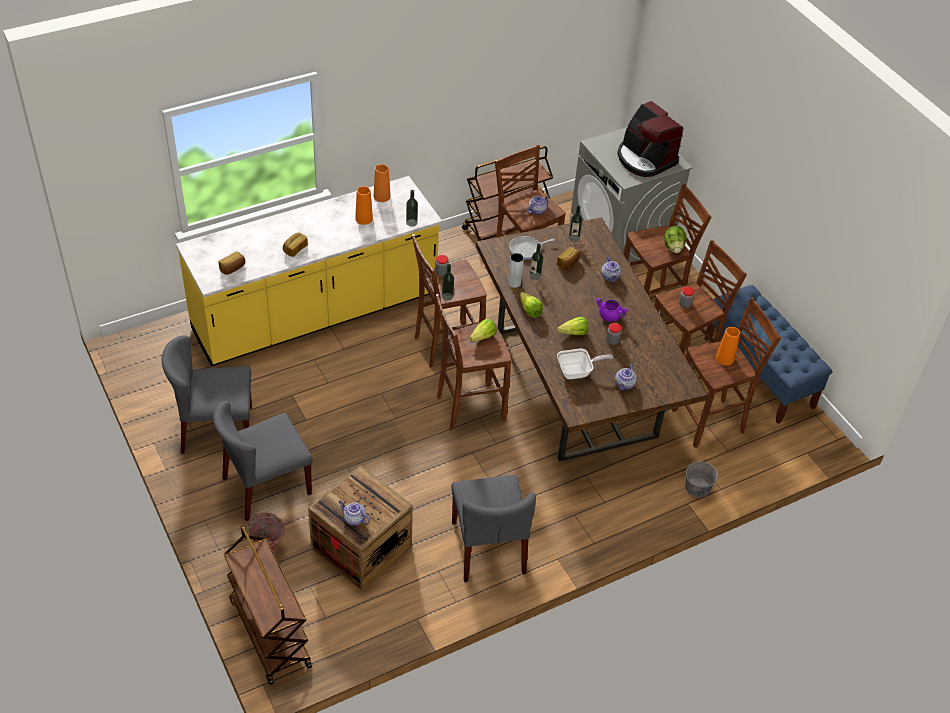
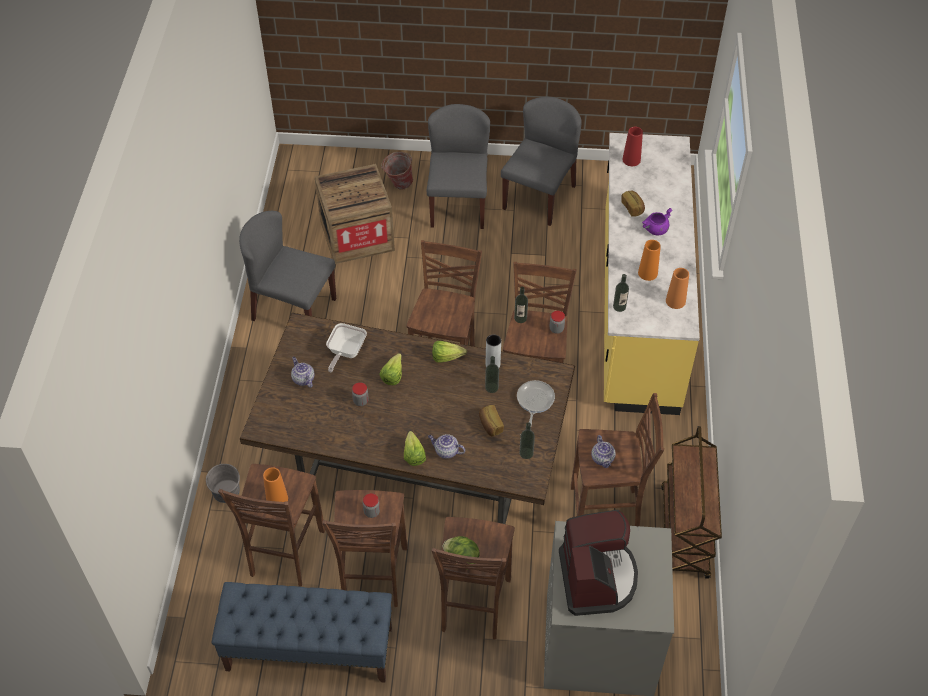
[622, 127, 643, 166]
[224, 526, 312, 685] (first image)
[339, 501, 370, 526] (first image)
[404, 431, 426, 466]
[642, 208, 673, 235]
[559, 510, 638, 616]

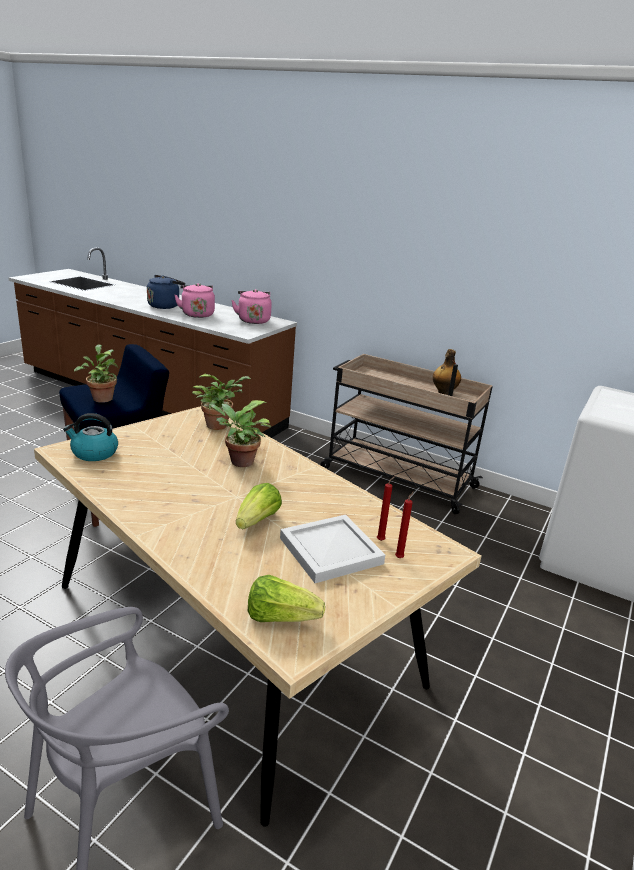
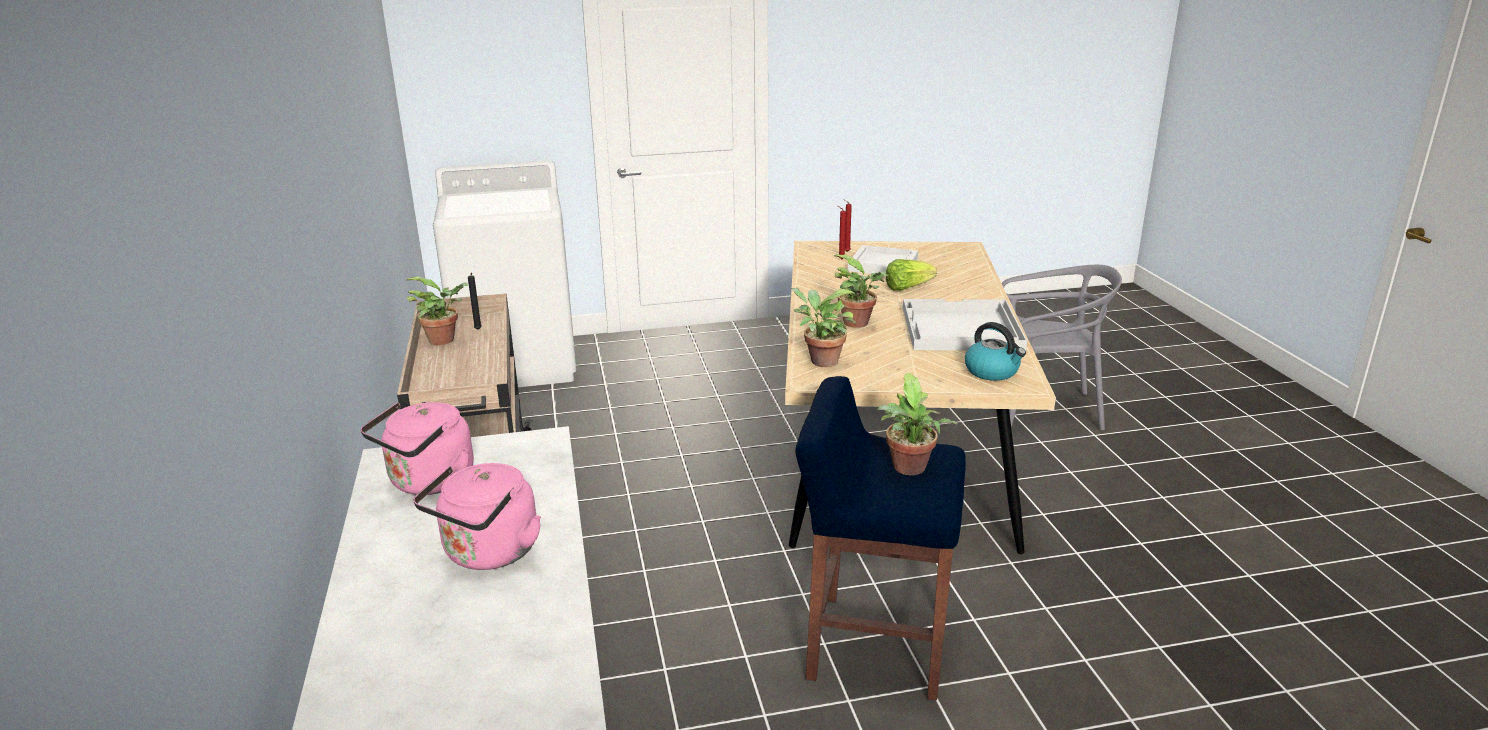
[147, 275, 185, 309] (first image)
[248, 575, 325, 622] (first image)
[405, 276, 468, 345]
[903, 299, 1027, 351]

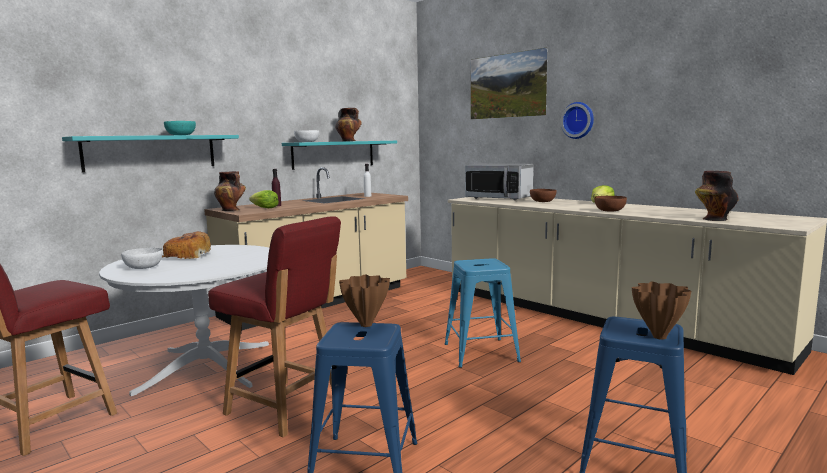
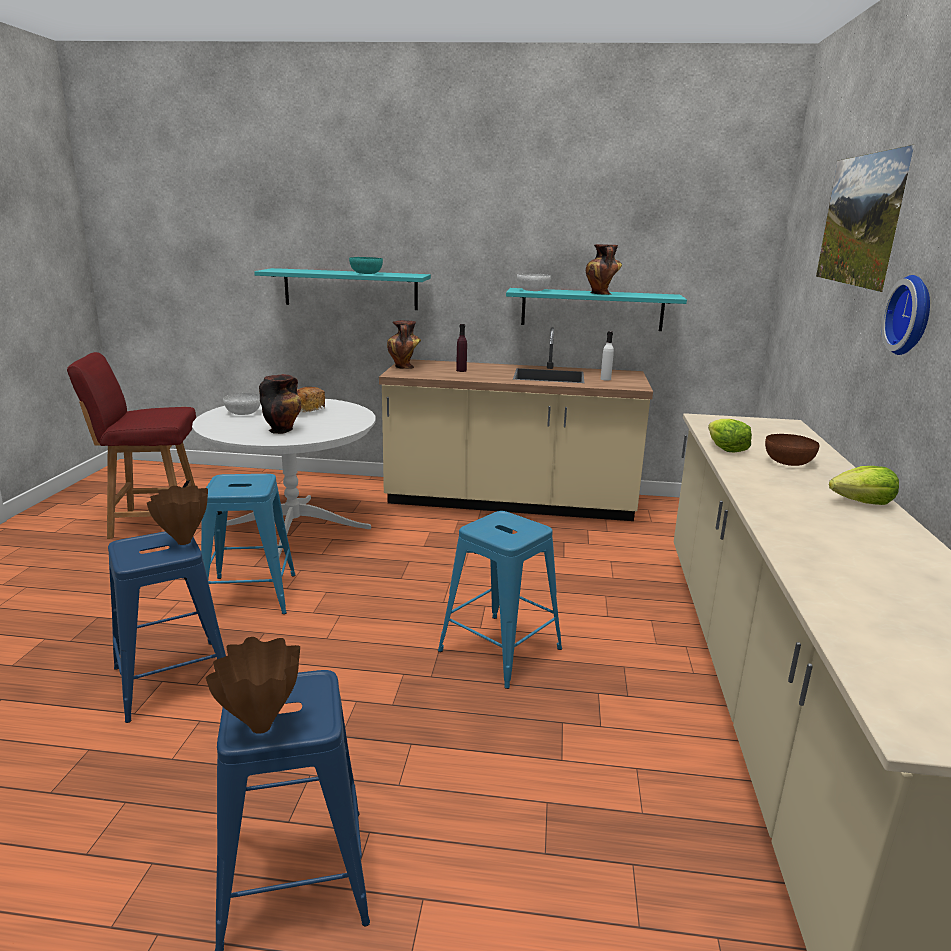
[201, 474, 296, 614]
[708, 419, 752, 453]
[465, 164, 534, 200] (first image)
[595, 196, 627, 211] (first image)
[259, 374, 302, 434]

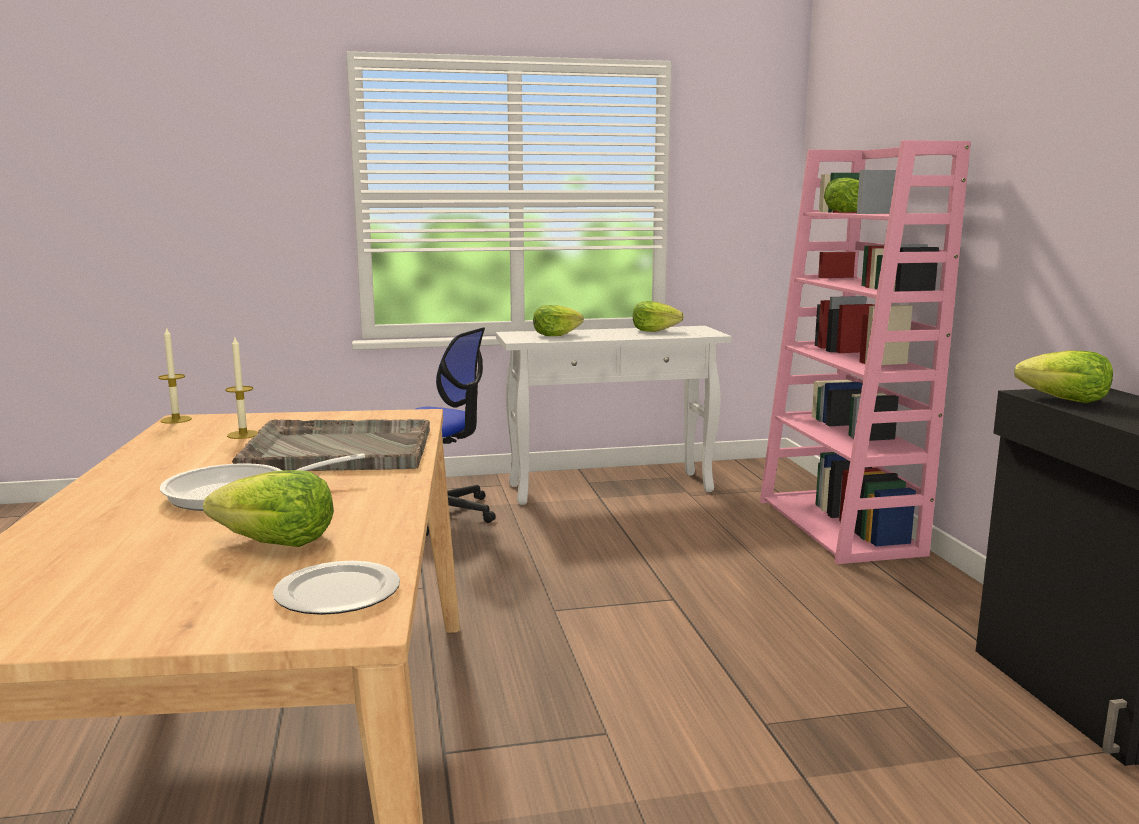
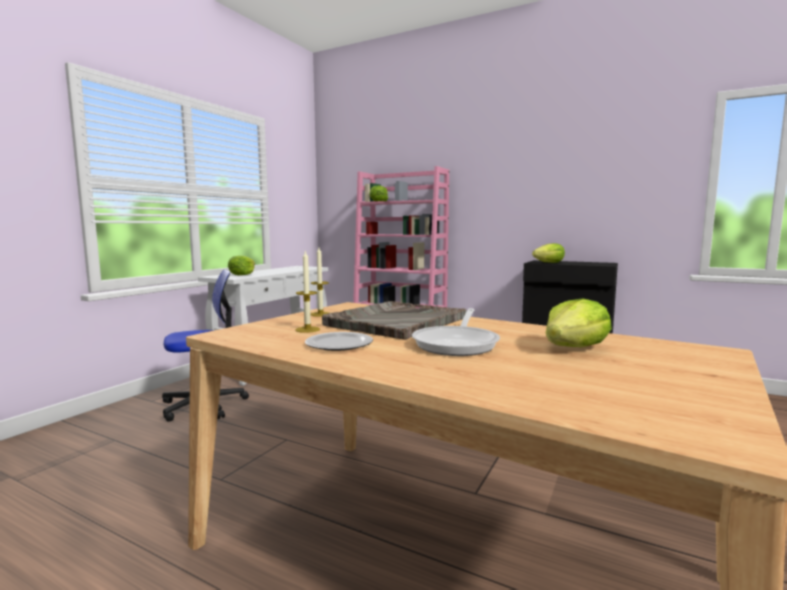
[310, 248, 329, 317]
[305, 332, 373, 351]
[633, 301, 684, 332] (first image)

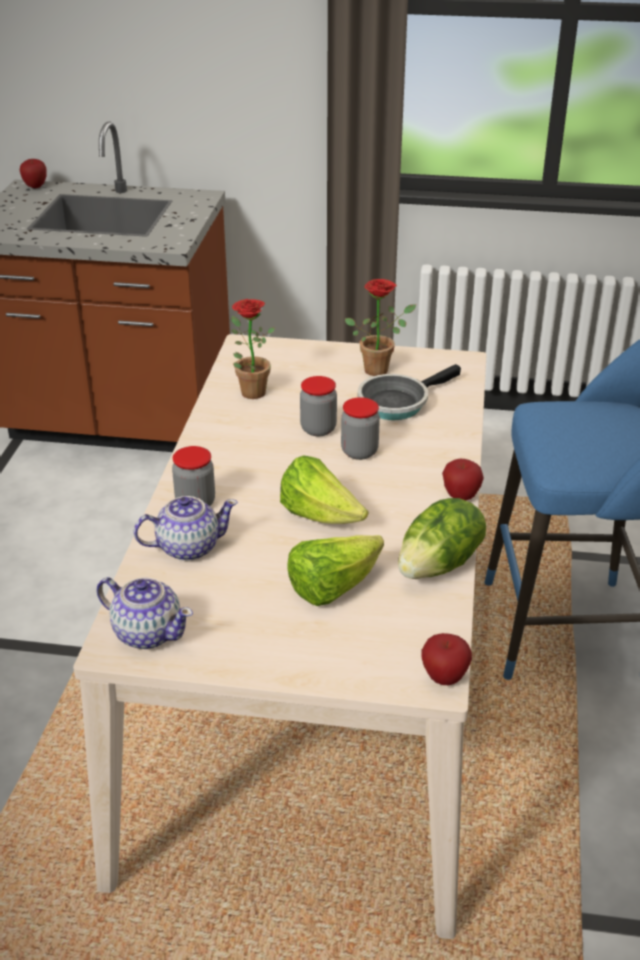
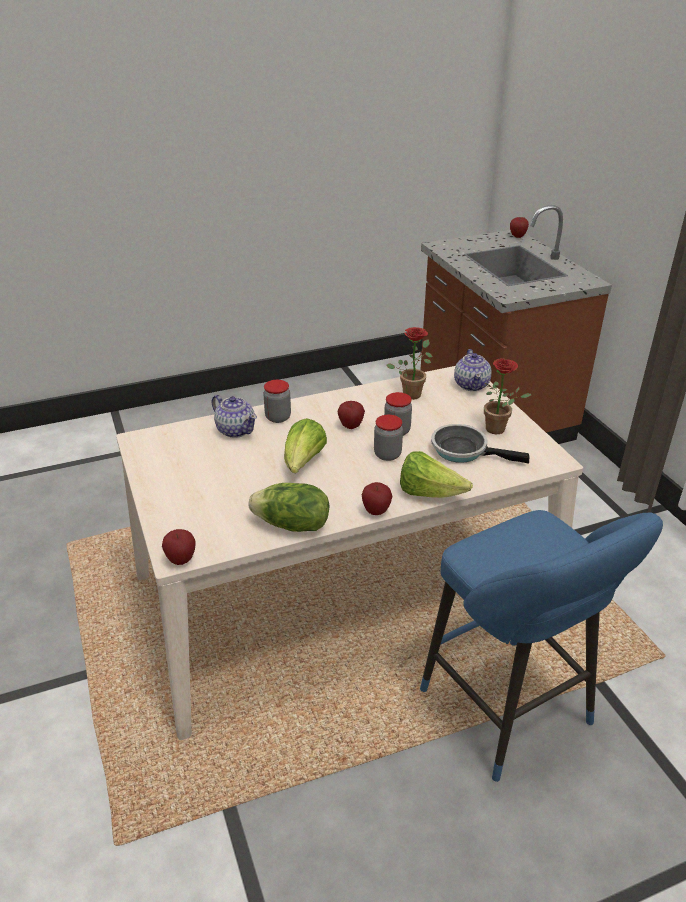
[454, 349, 491, 391]
[400, 451, 473, 498]
[338, 401, 365, 429]

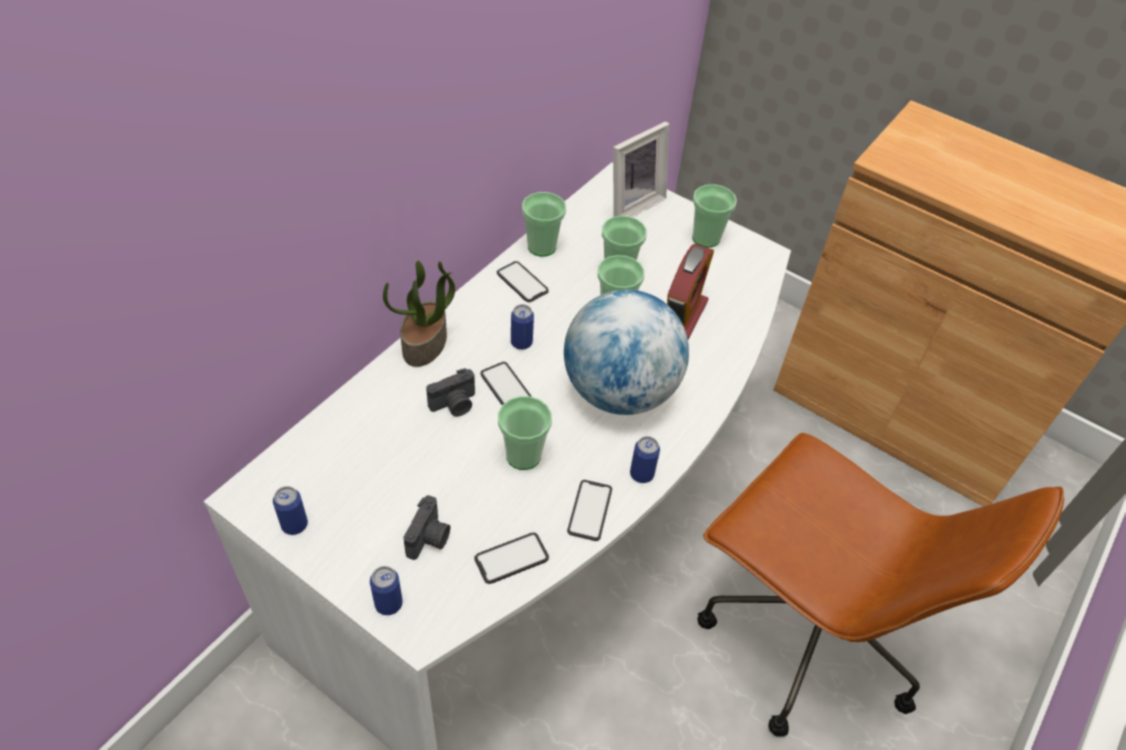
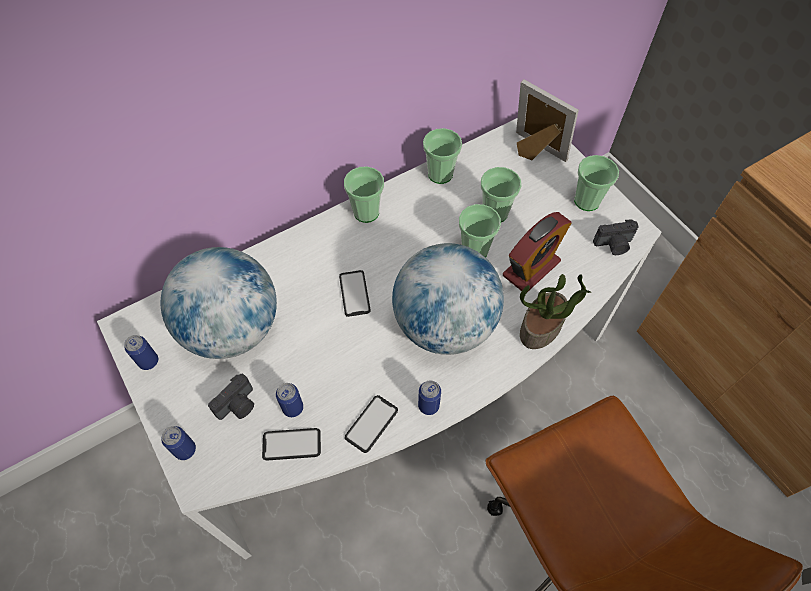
[520, 274, 591, 349]
[593, 220, 639, 255]
[497, 261, 549, 302] (first image)
[344, 167, 384, 223]
[276, 383, 303, 417]
[516, 79, 579, 162]
[161, 247, 277, 359]

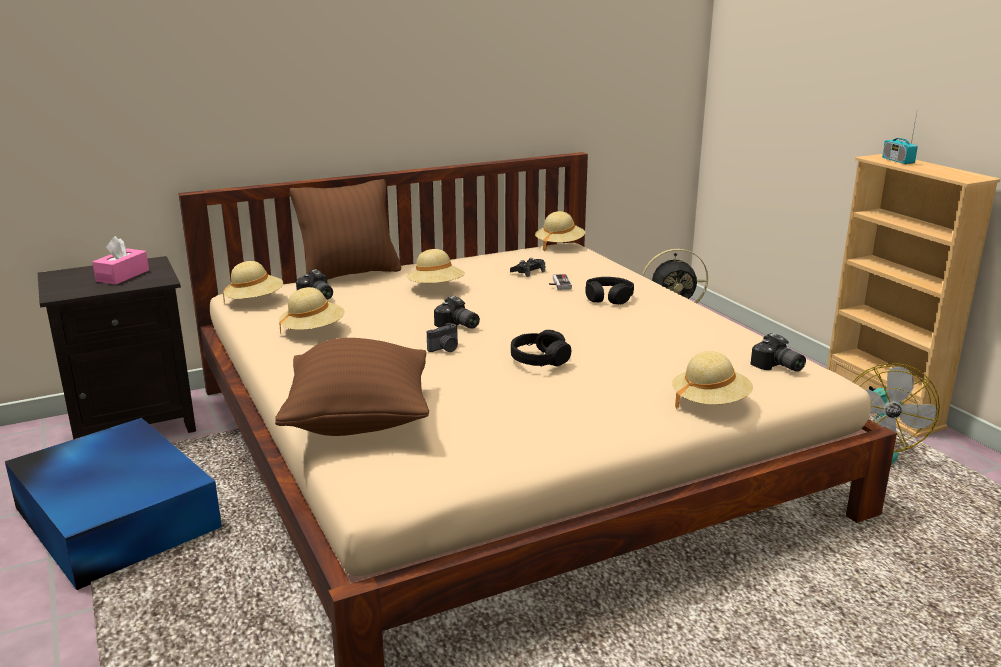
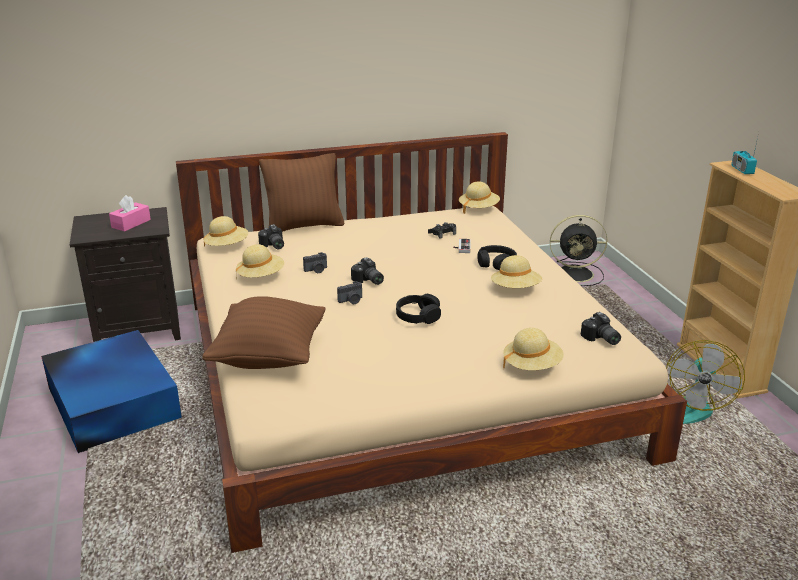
[491, 255, 542, 288]
[303, 252, 327, 273]

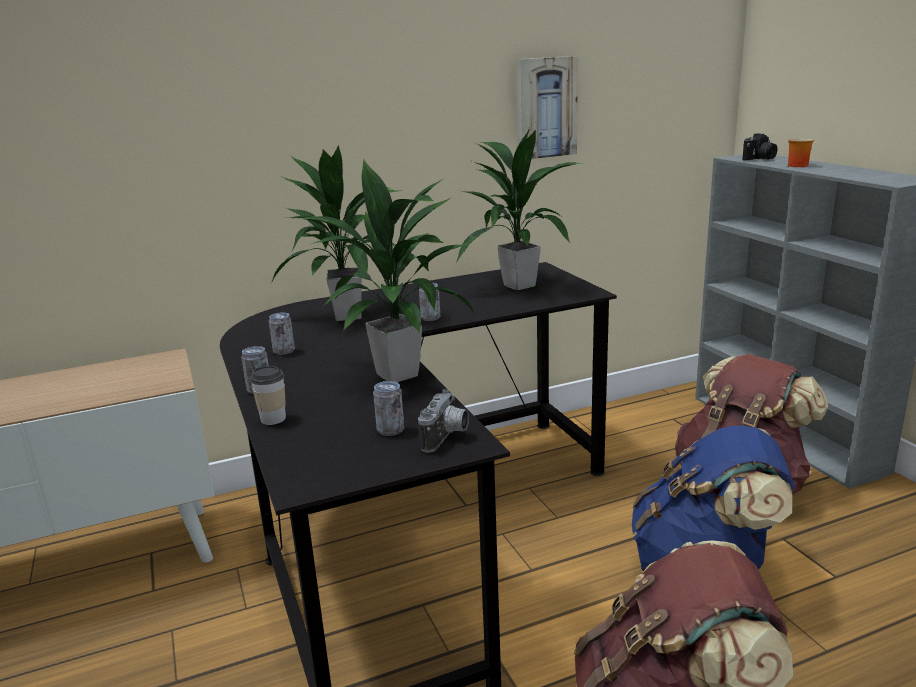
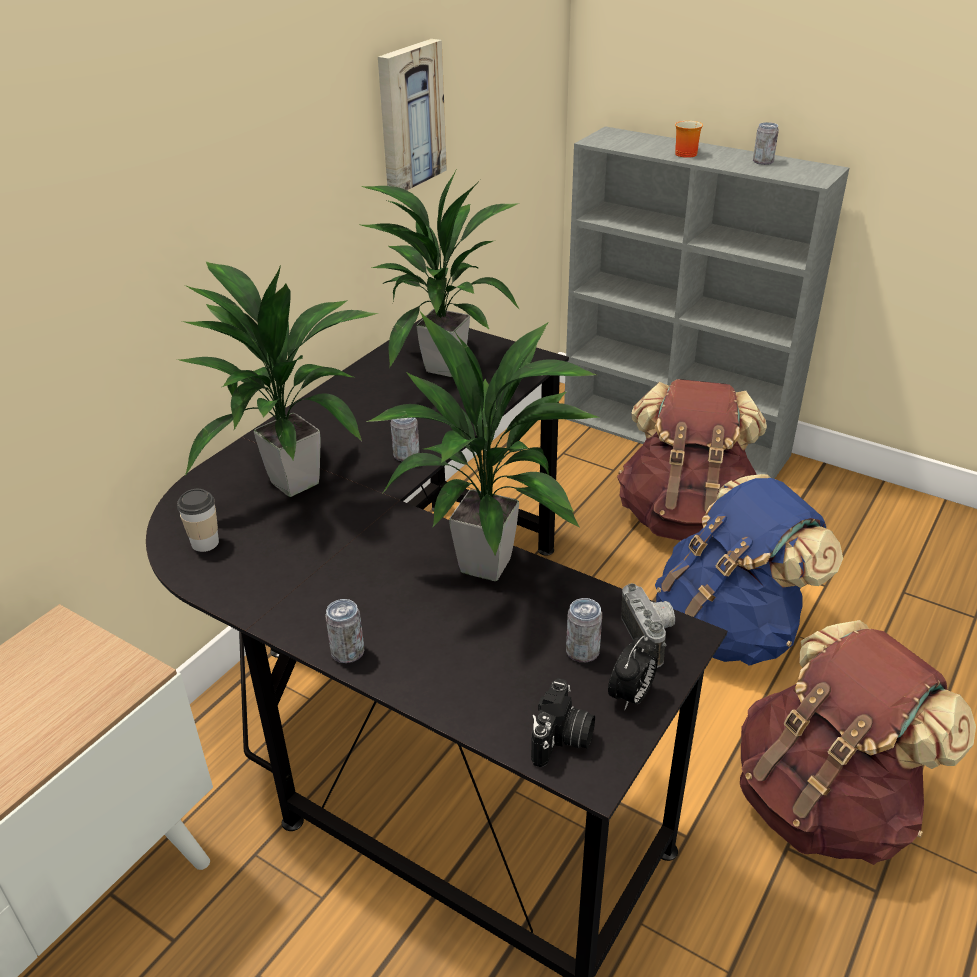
[177, 489, 219, 552]
[753, 122, 779, 165]
[531, 678, 595, 767]
[608, 636, 657, 710]

